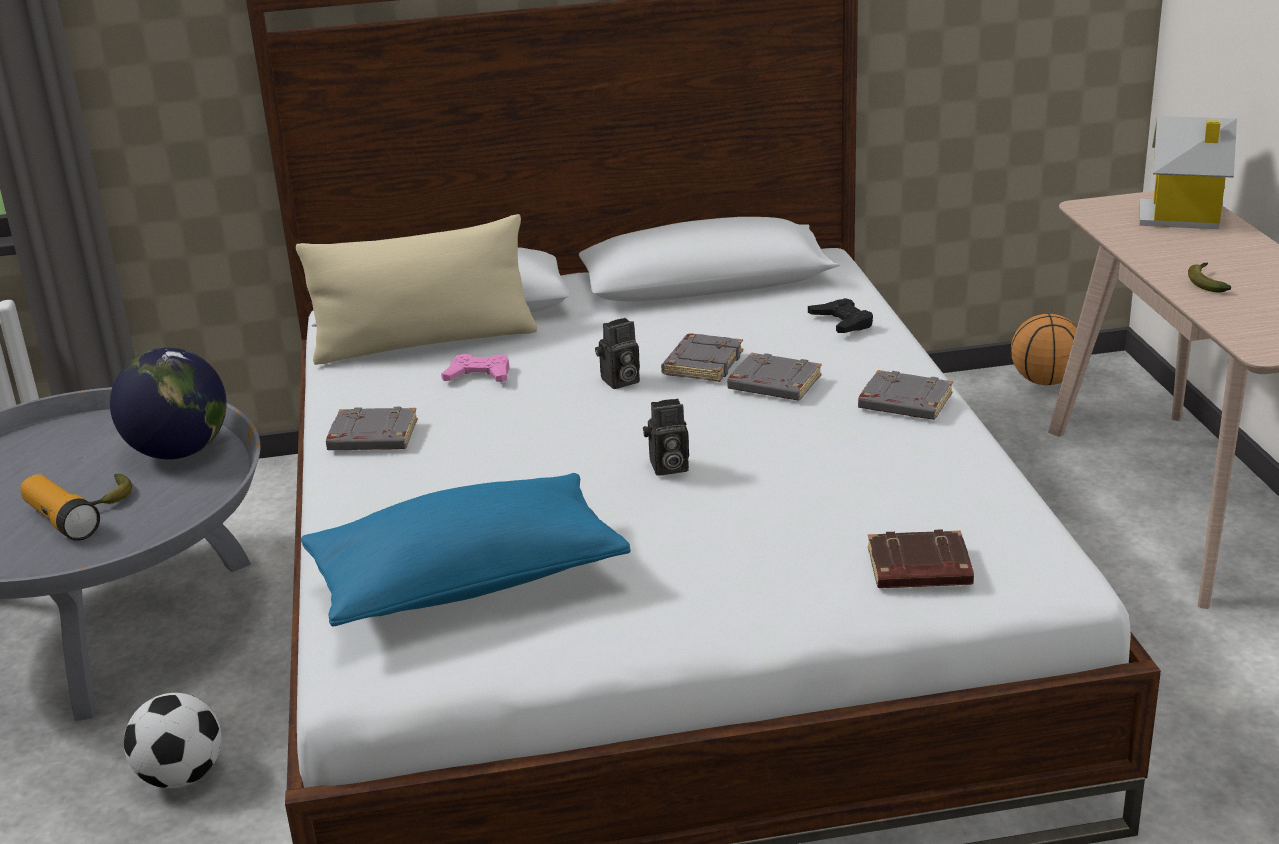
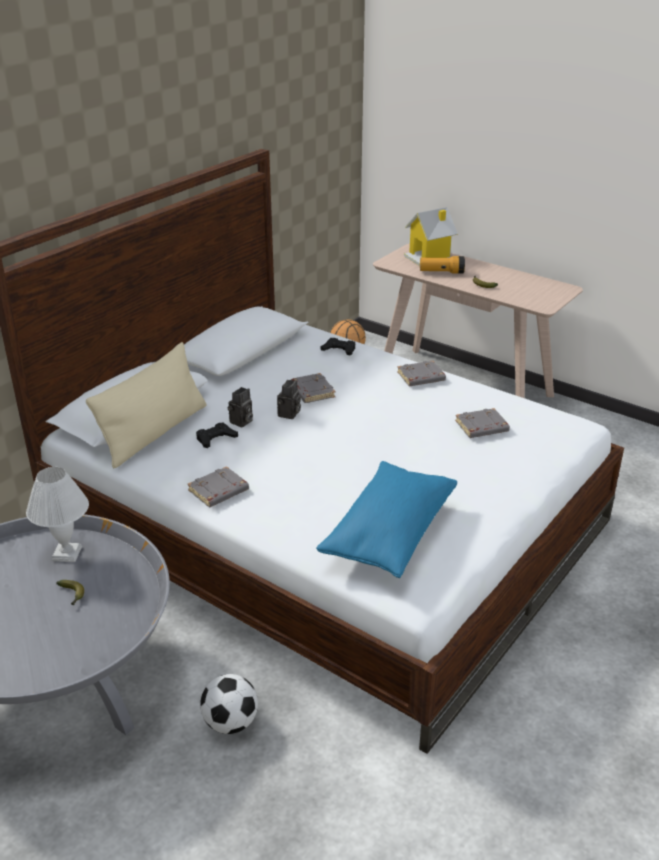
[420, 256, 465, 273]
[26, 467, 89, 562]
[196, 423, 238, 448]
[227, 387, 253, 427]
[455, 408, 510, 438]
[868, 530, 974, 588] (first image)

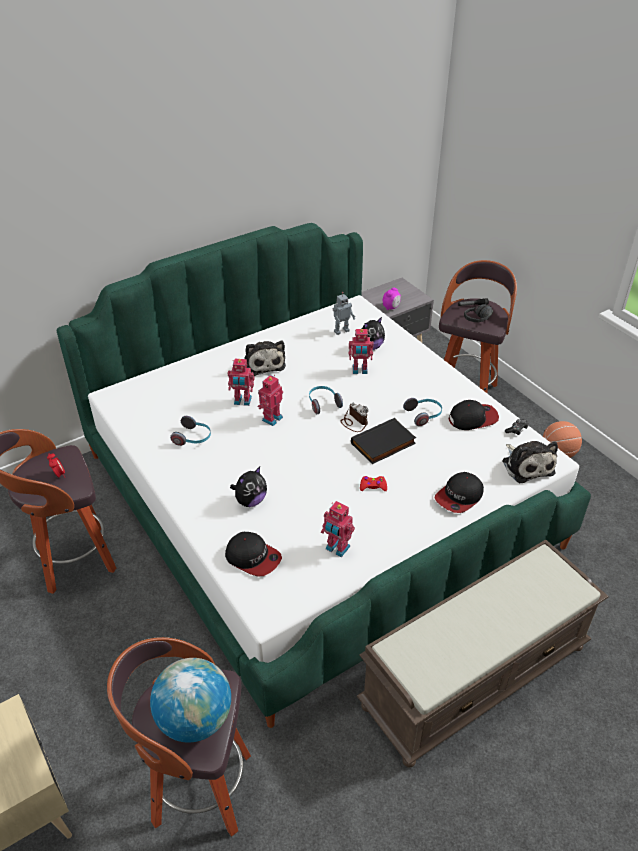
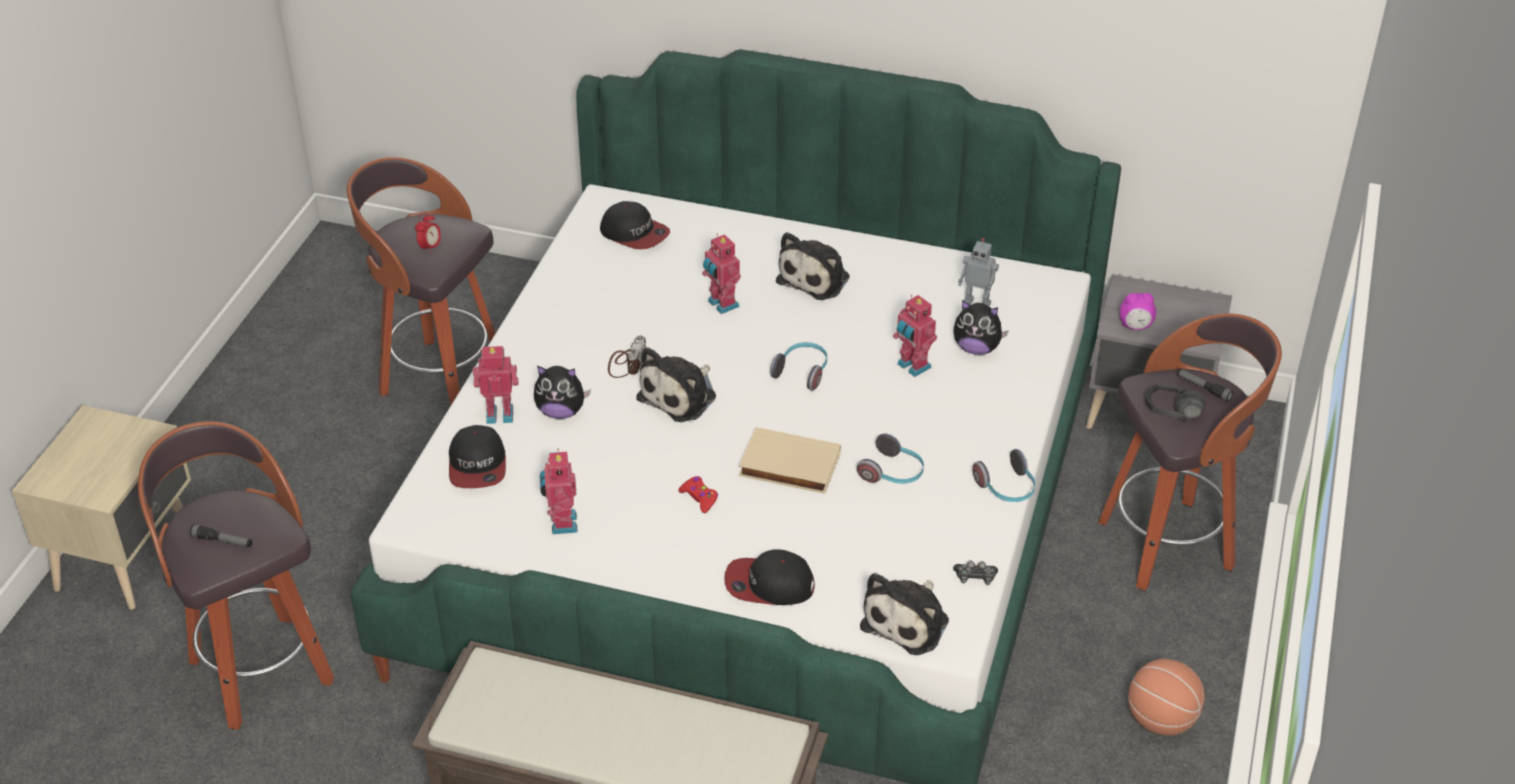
[189, 524, 252, 547]
[973, 449, 1035, 502]
[473, 346, 519, 424]
[608, 335, 653, 378]
[739, 427, 841, 494]
[600, 201, 670, 249]
[636, 347, 716, 422]

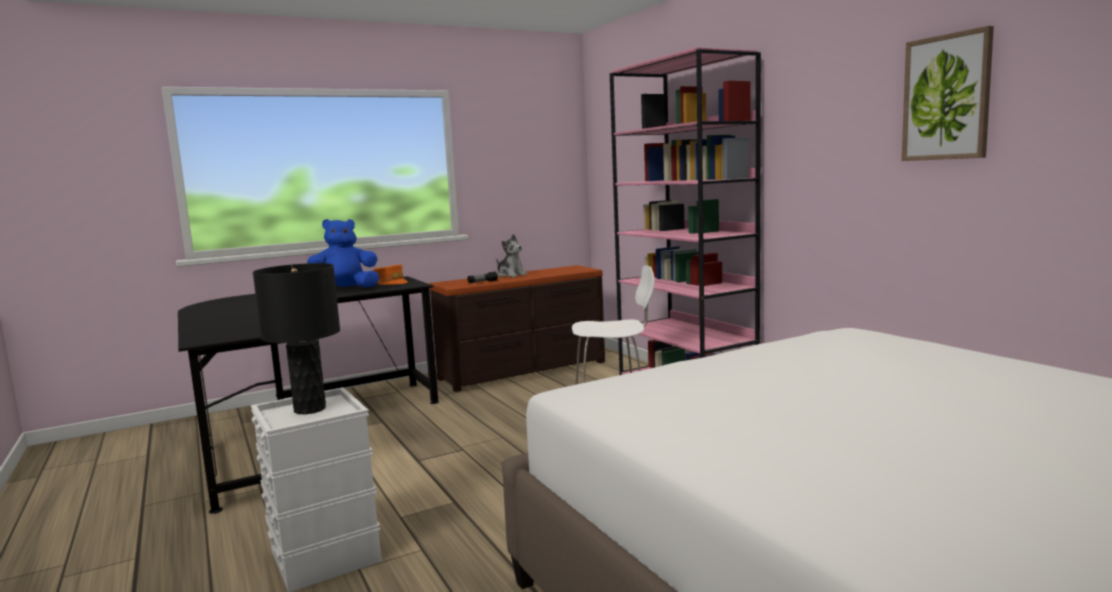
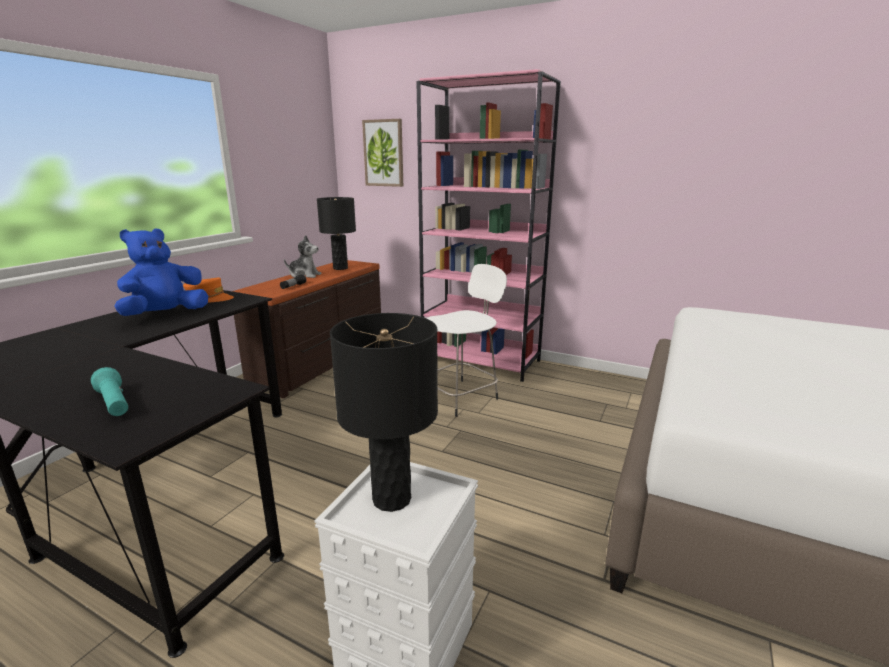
[362, 119, 403, 187]
[91, 367, 128, 416]
[317, 197, 356, 270]

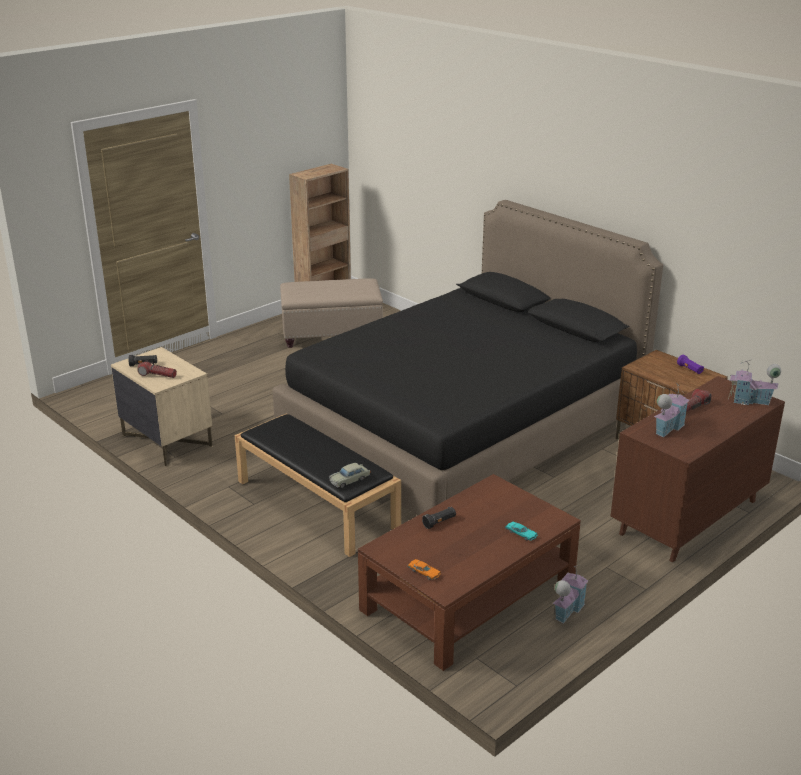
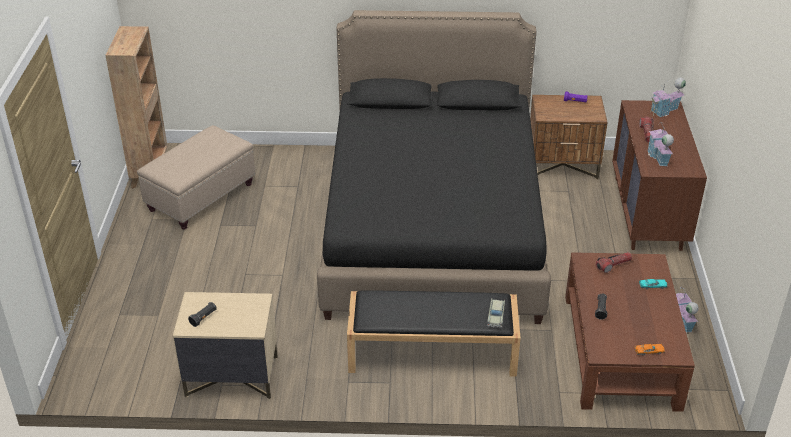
[596, 252, 632, 273]

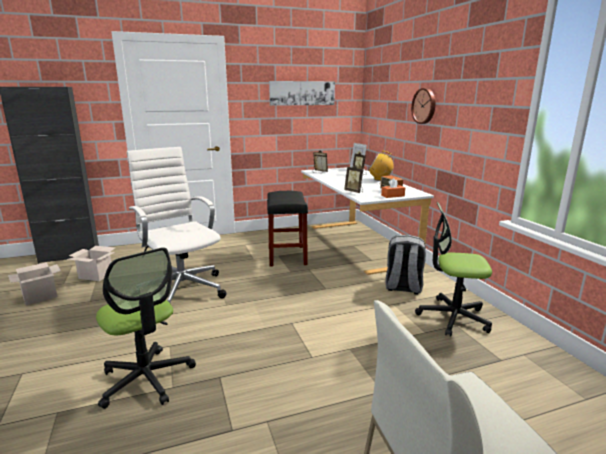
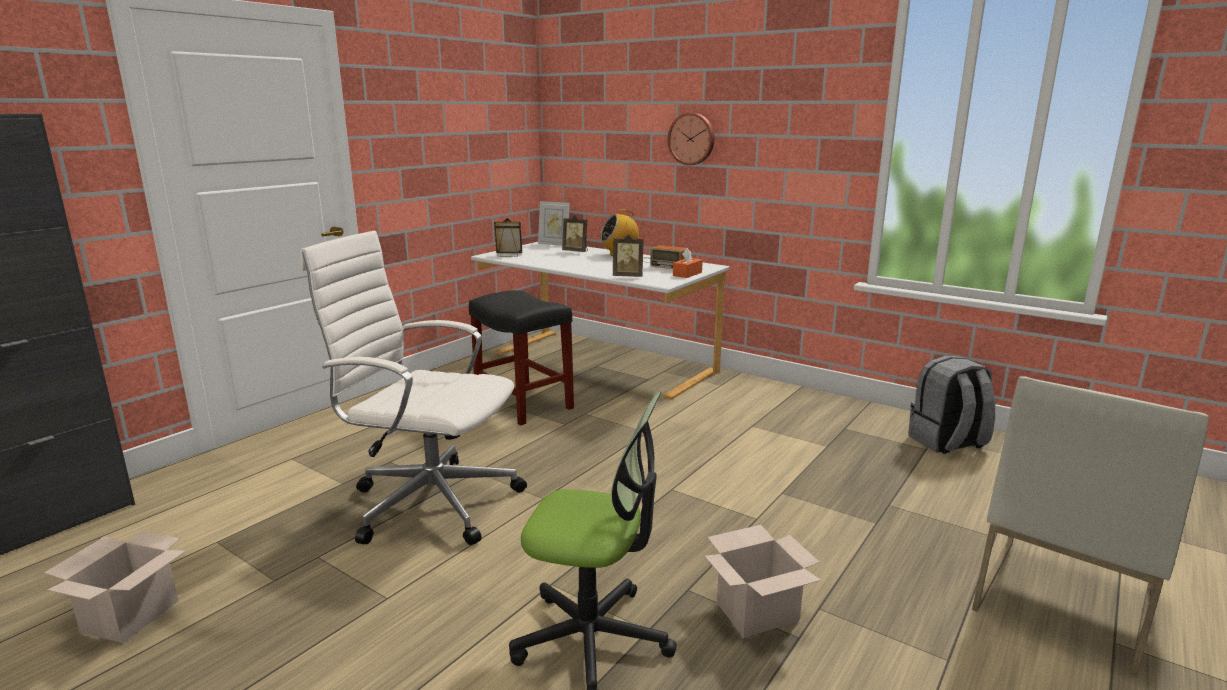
[705, 525, 821, 637]
[269, 81, 335, 106] (first image)
[908, 355, 995, 454]
[415, 202, 492, 337] (first image)

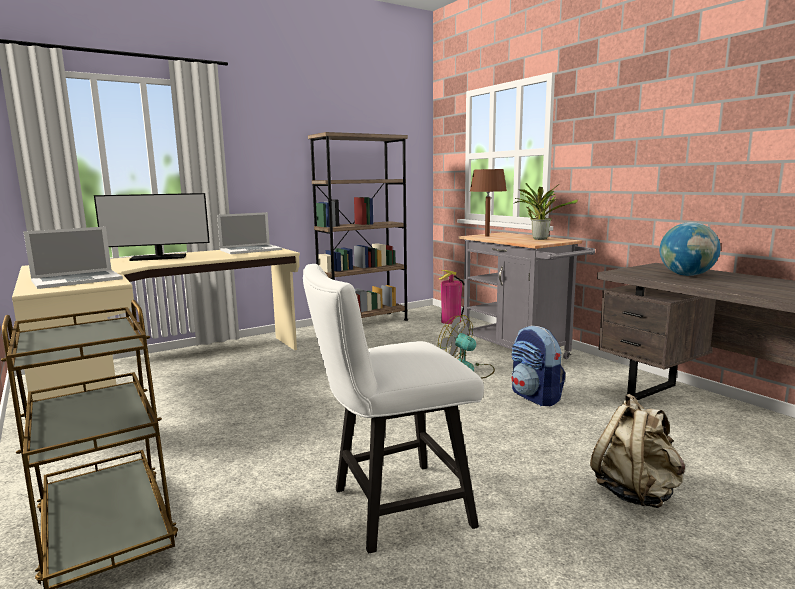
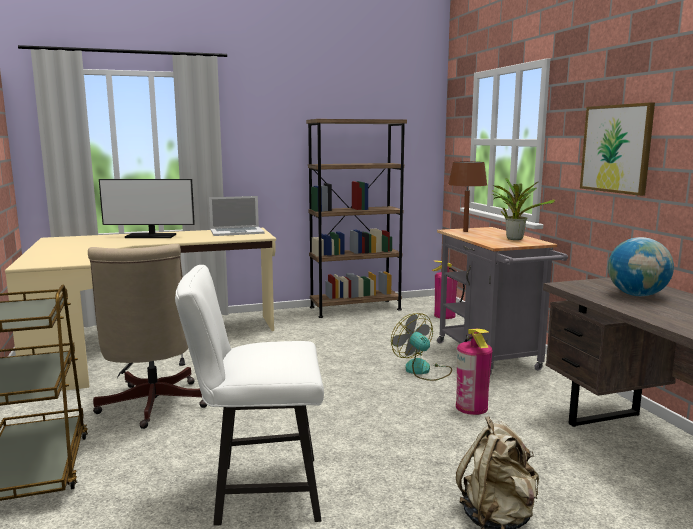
[23, 226, 123, 289] (first image)
[456, 329, 492, 415]
[88, 244, 207, 429]
[580, 102, 655, 196]

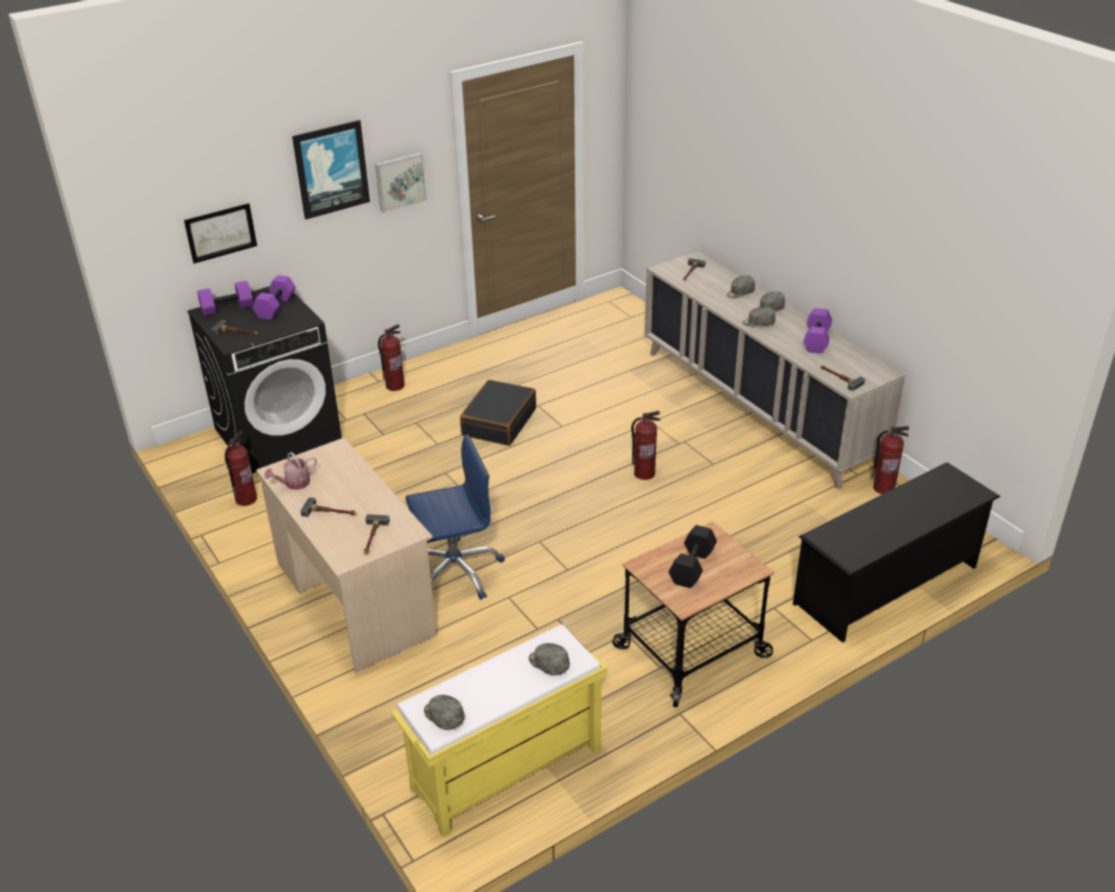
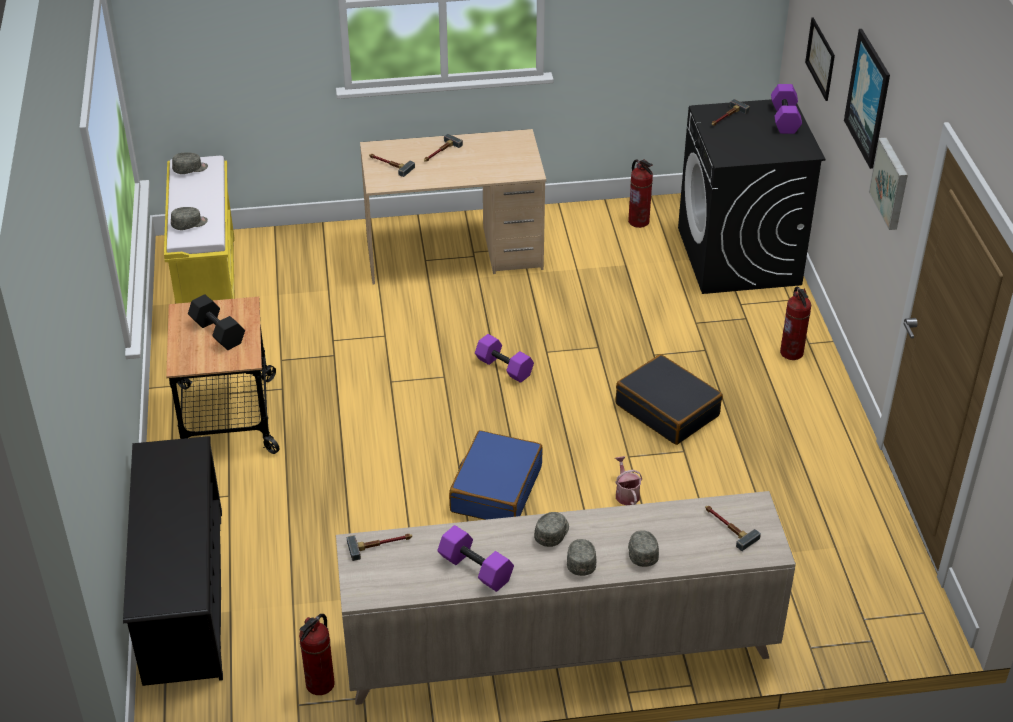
[475, 334, 534, 383]
[615, 456, 642, 505]
[406, 434, 505, 600] (first image)
[449, 430, 543, 520]

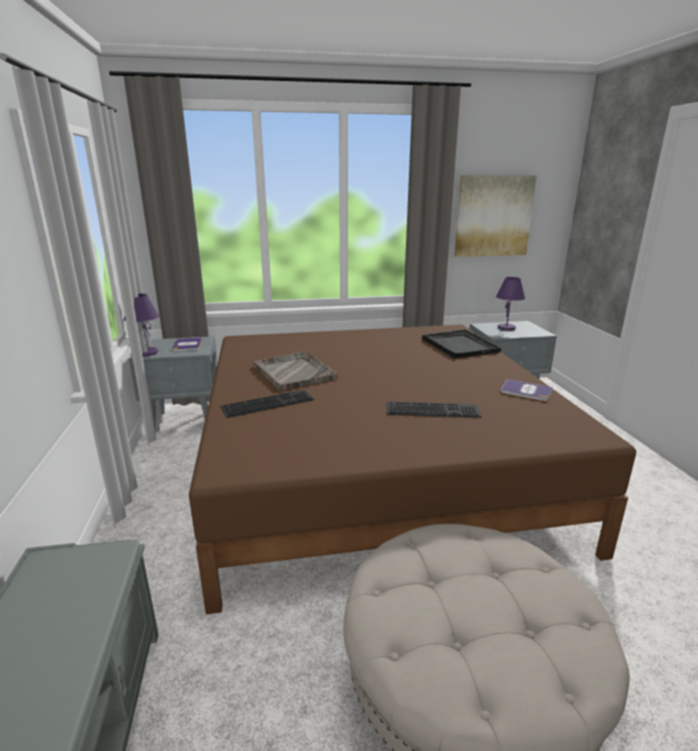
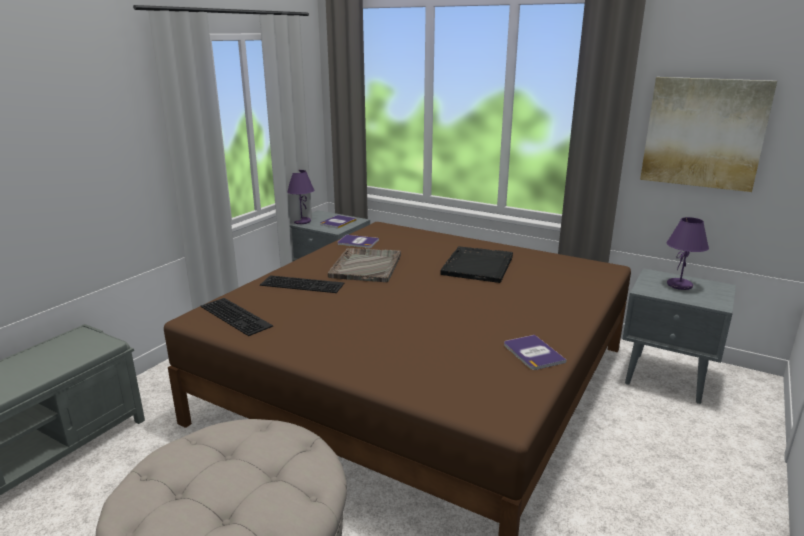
[201, 298, 273, 336]
[440, 246, 513, 283]
[338, 235, 379, 248]

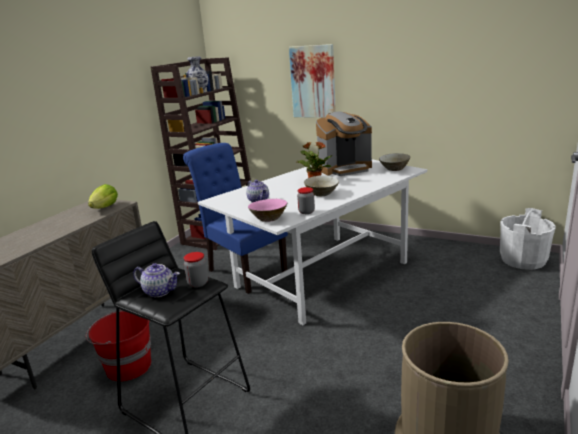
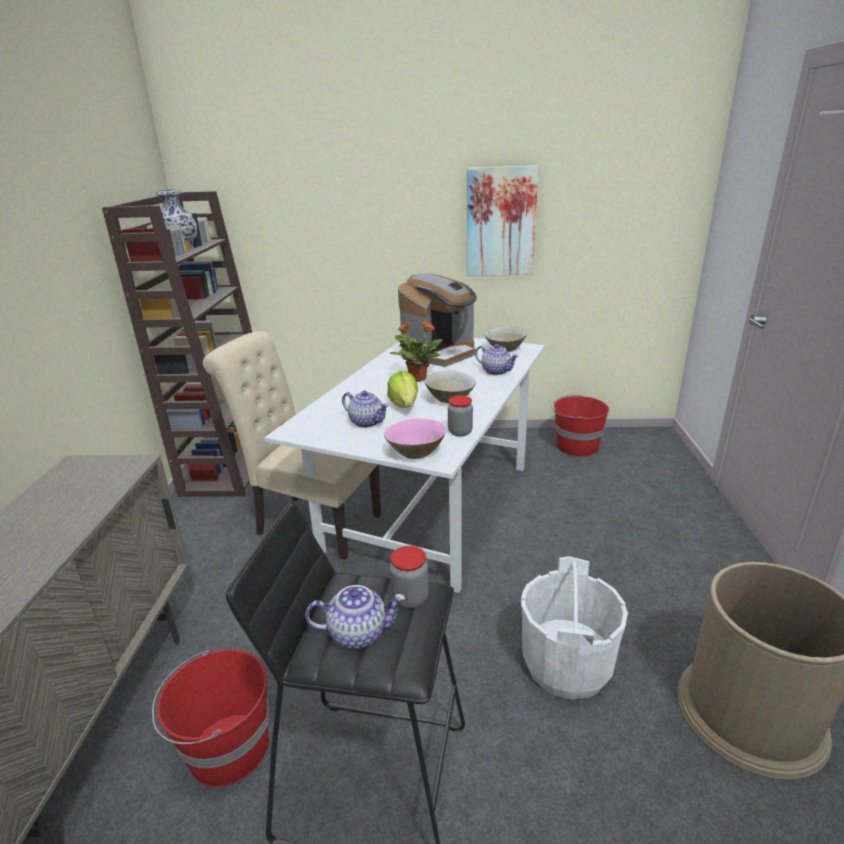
[387, 371, 418, 408]
[203, 331, 381, 560]
[467, 165, 539, 276]
[521, 556, 628, 700]
[475, 344, 519, 375]
[551, 394, 609, 457]

